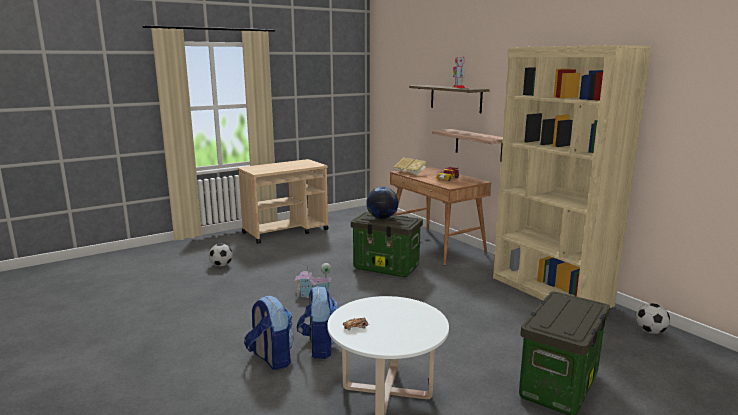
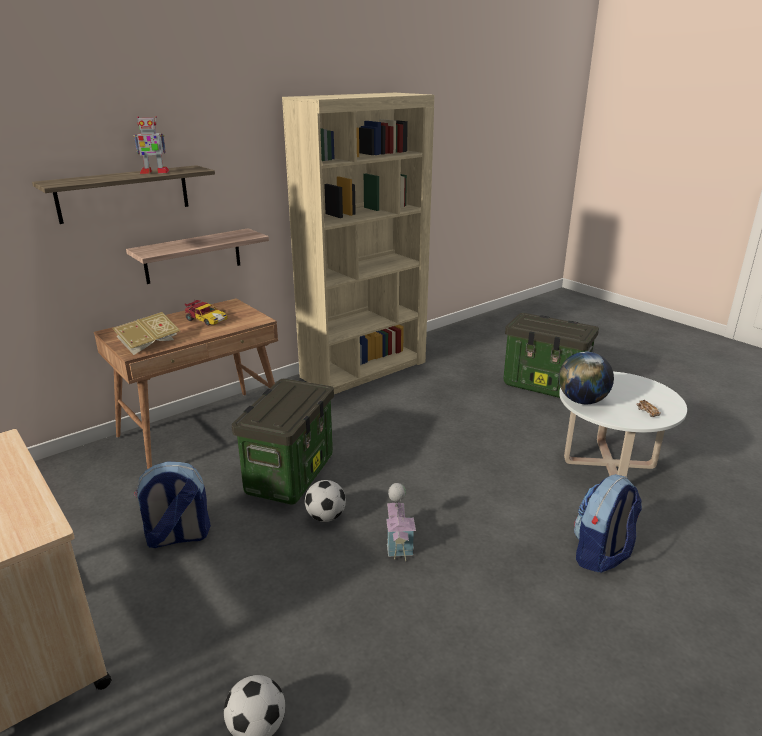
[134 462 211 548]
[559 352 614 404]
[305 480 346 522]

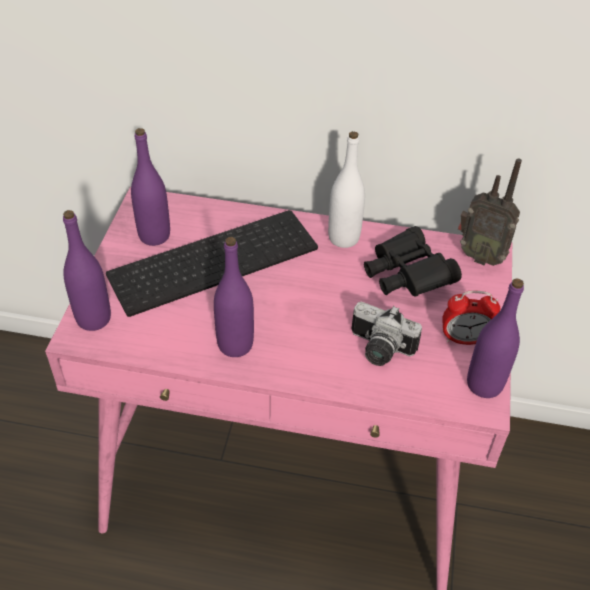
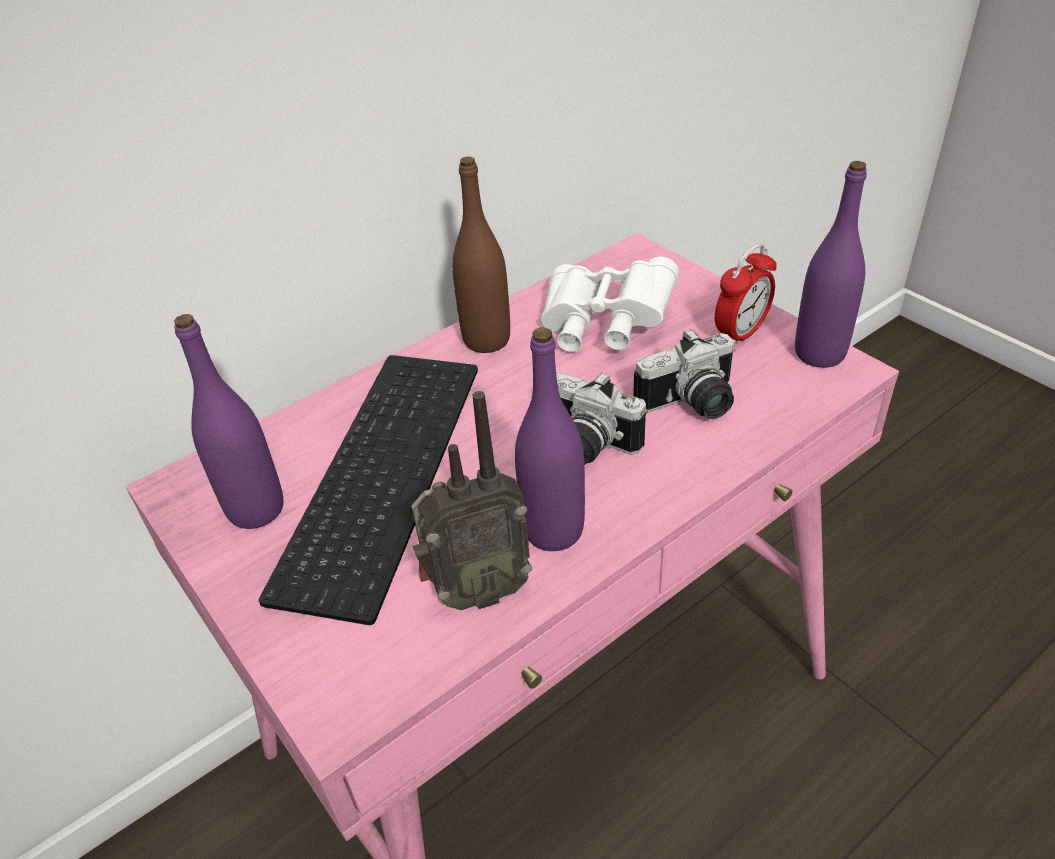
[63 210 111 331] (first image)
[452 156 510 353]
[540 257 679 352]
[411 391 532 610]
[556 371 646 465]

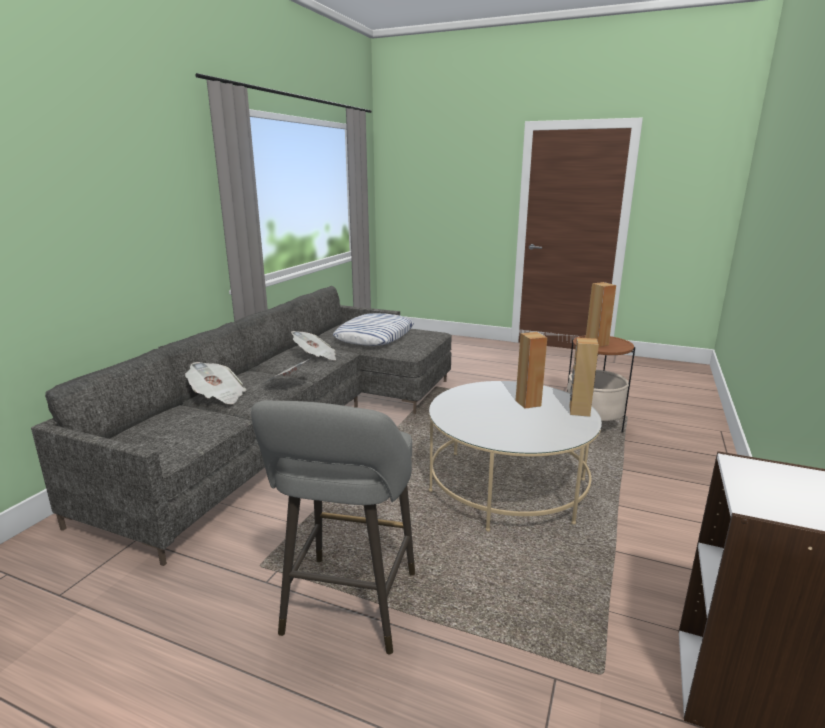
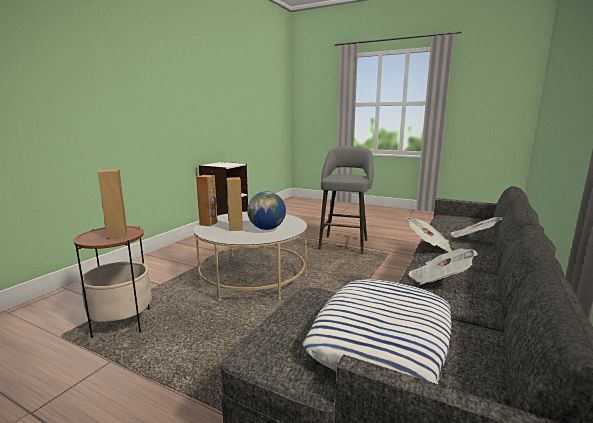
[247 191 286 230]

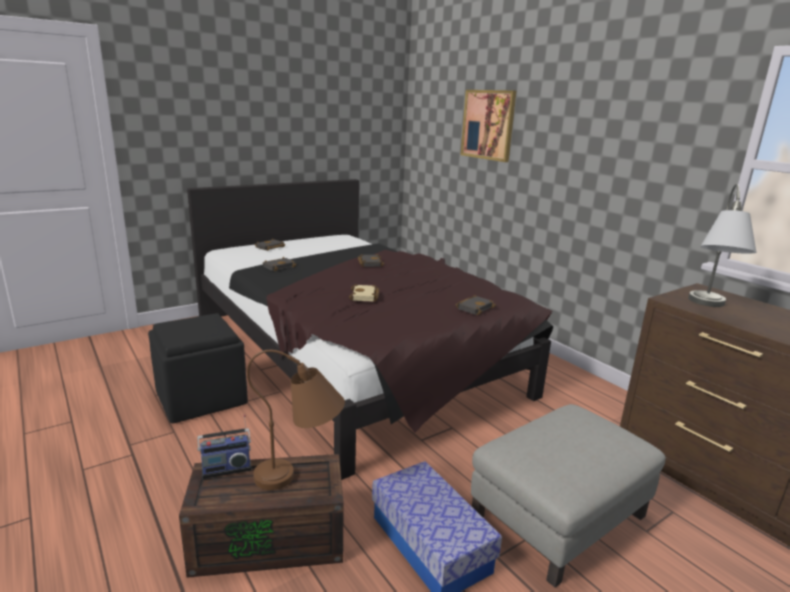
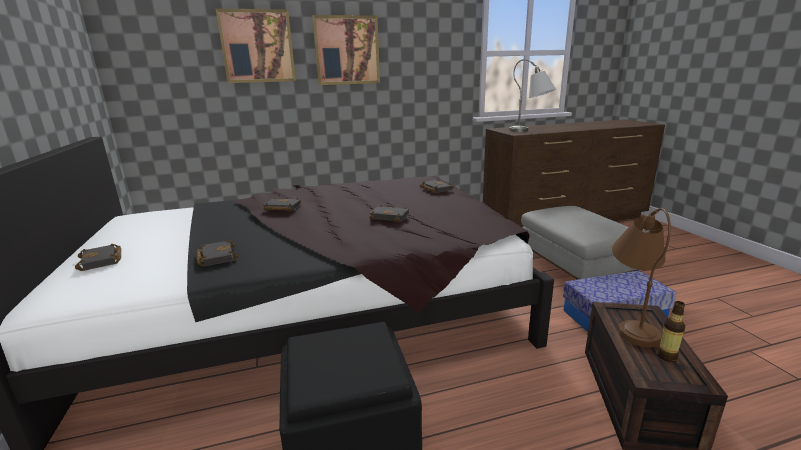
[197 414 251 479] (first image)
[369 205 409 222]
[312 15 380 85]
[657 301 685 362]

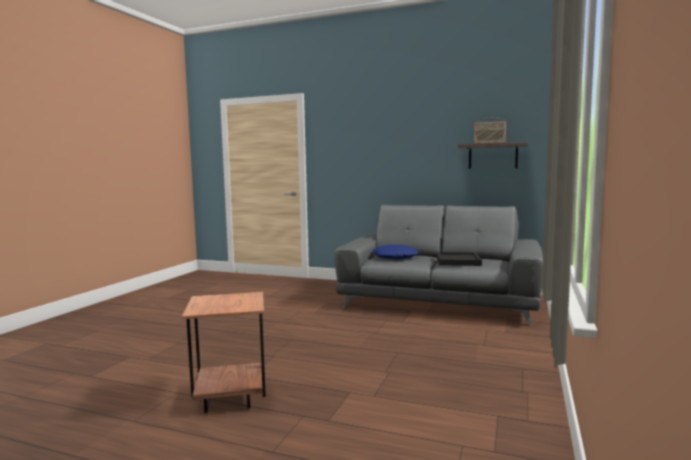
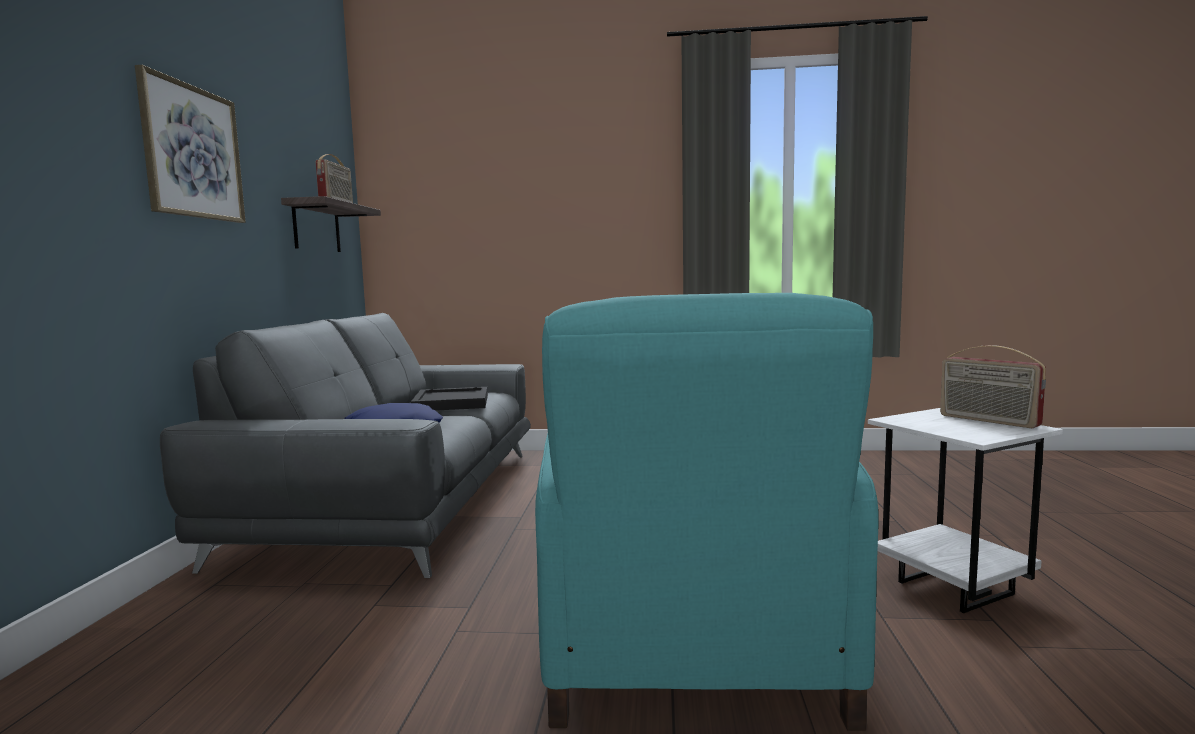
[868 408 1063 613]
[135 65 246 223]
[535 293 879 731]
[940 345 1046 428]

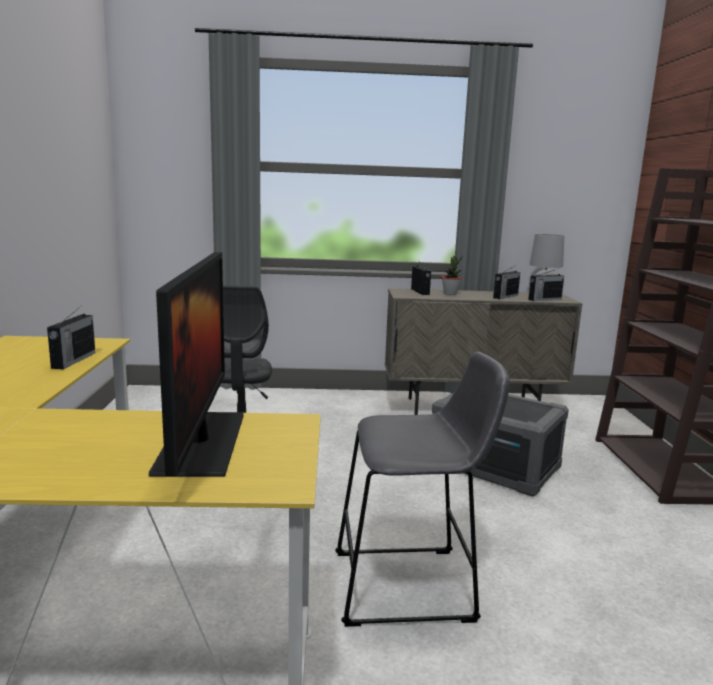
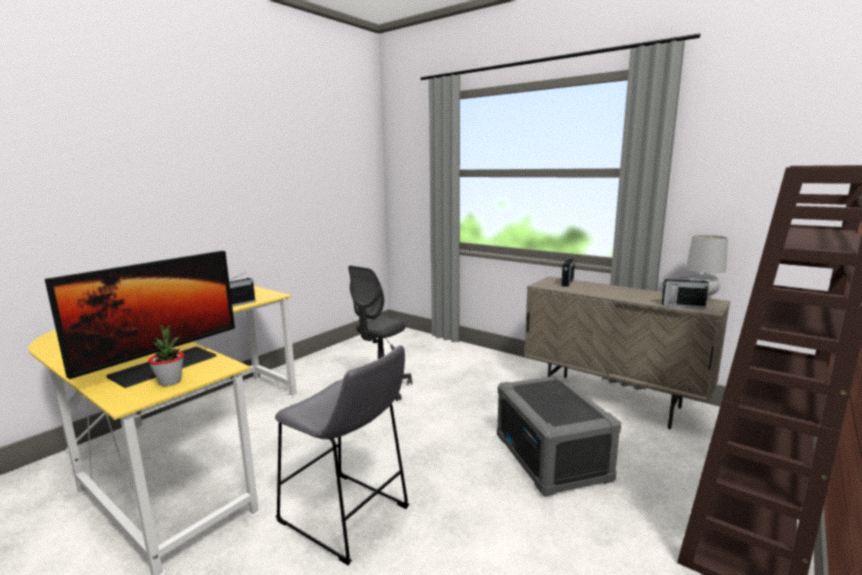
[148 325 184 386]
[493 265 520 299] (first image)

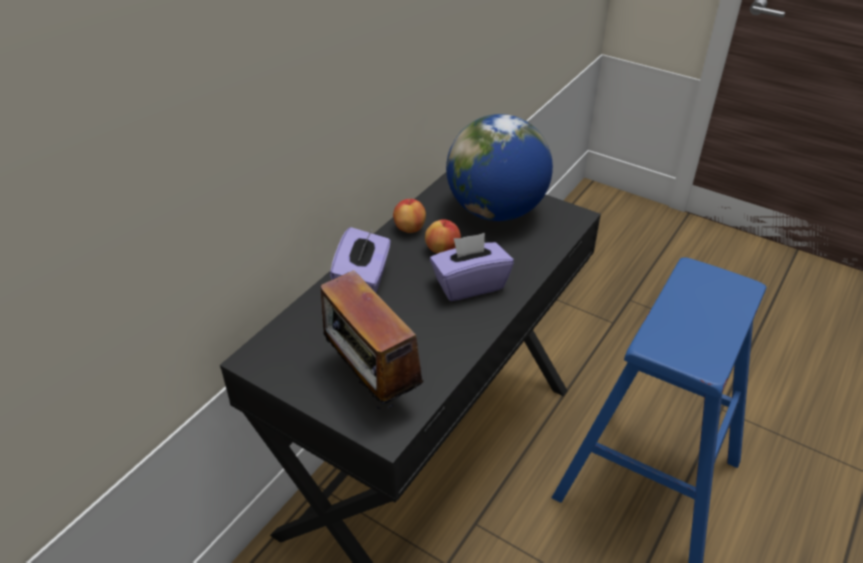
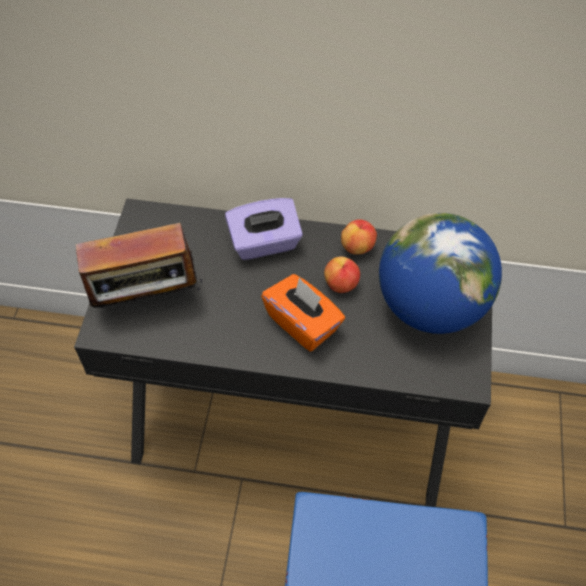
[75 223 202 308]
[261 274 345 351]

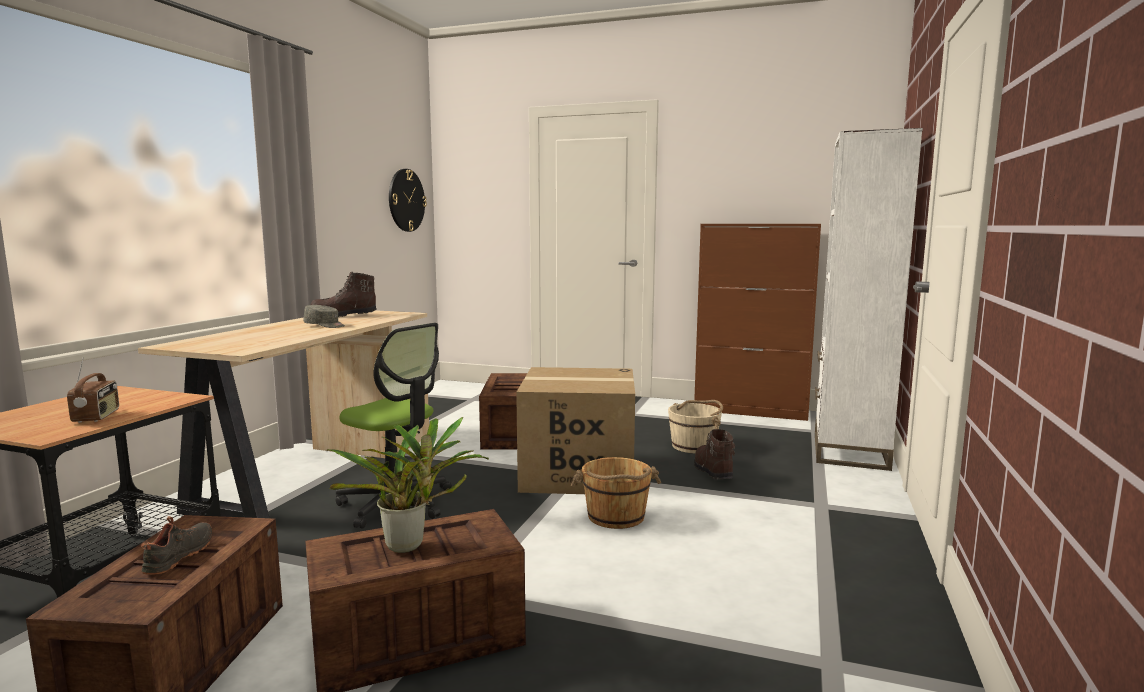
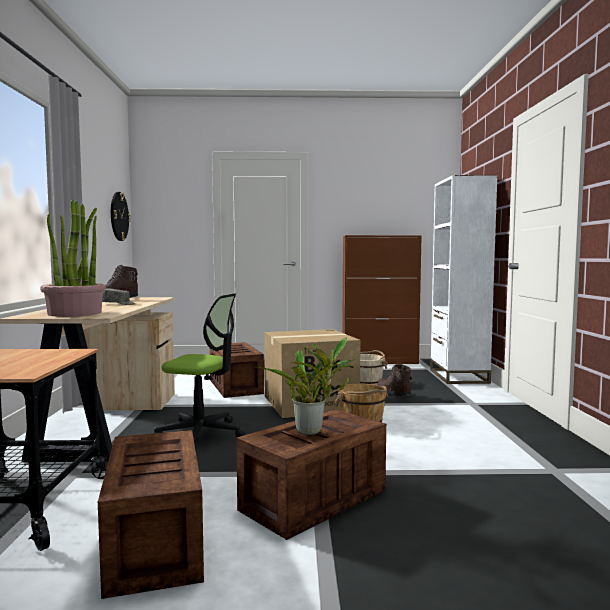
[67 357 119 423] (first image)
[141 516 212 575] (first image)
[40 200 106 317]

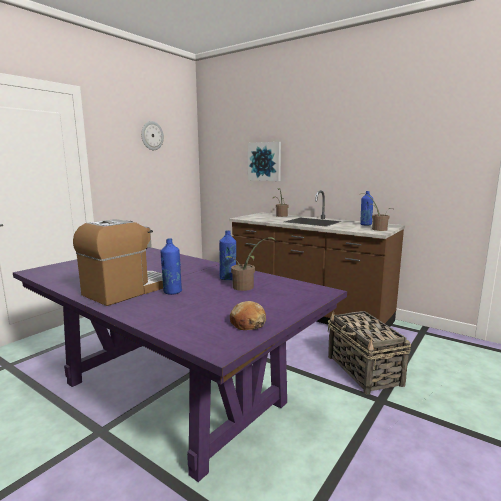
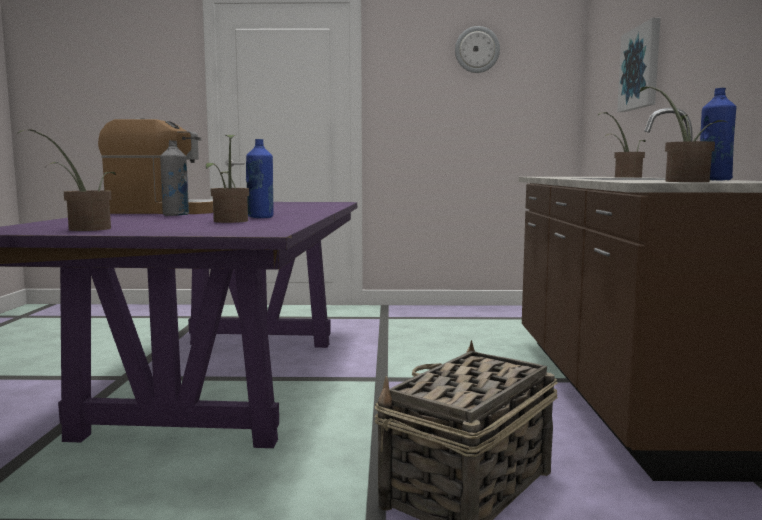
[160 140 189 216]
[17 130 116 231]

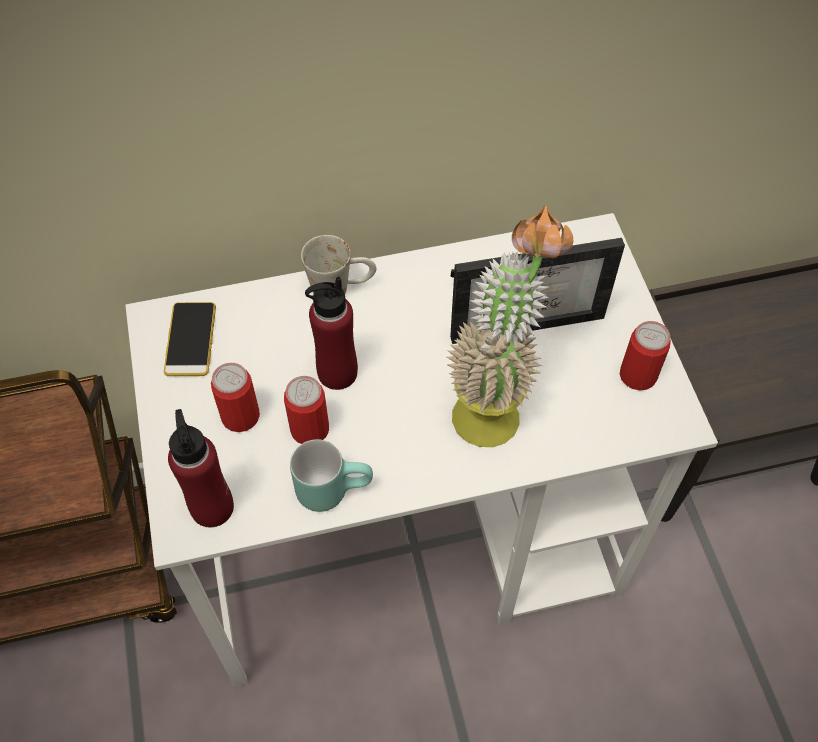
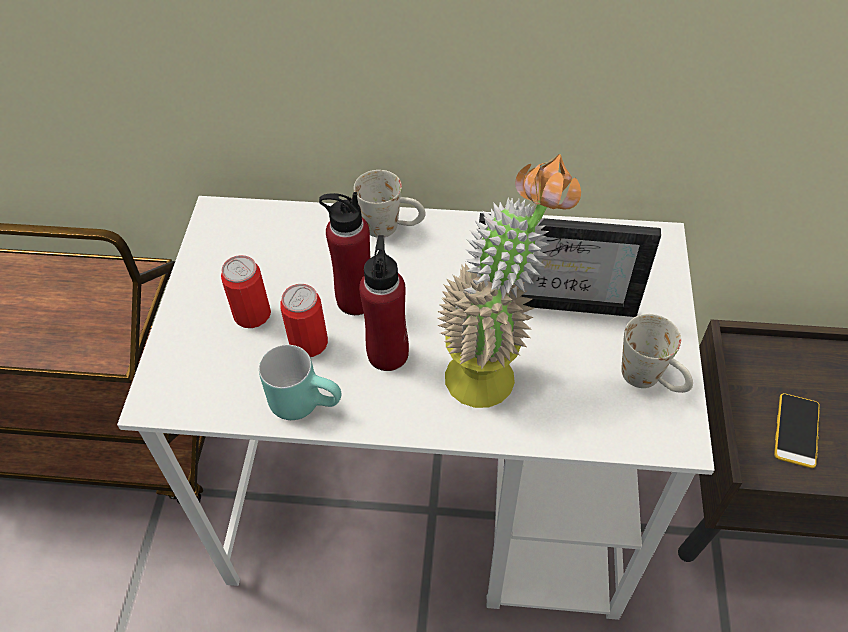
[774 393 820 468]
[359 235 409 371]
[621 314 693 393]

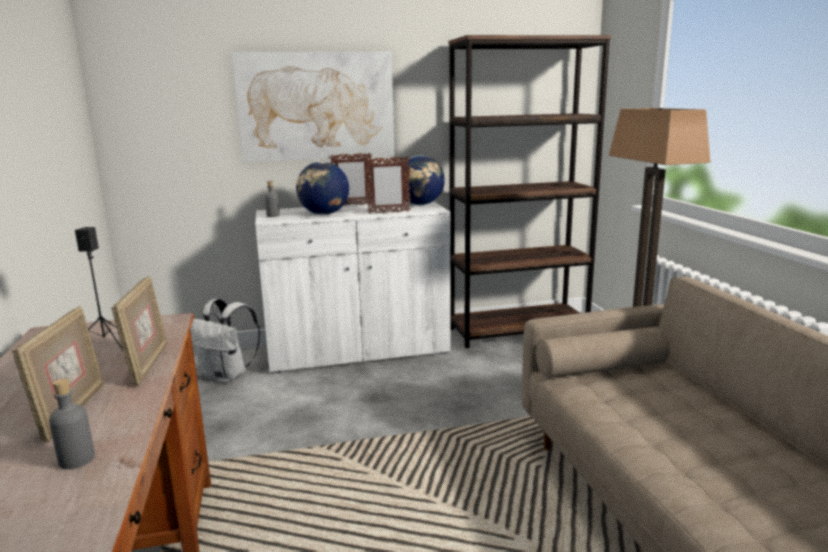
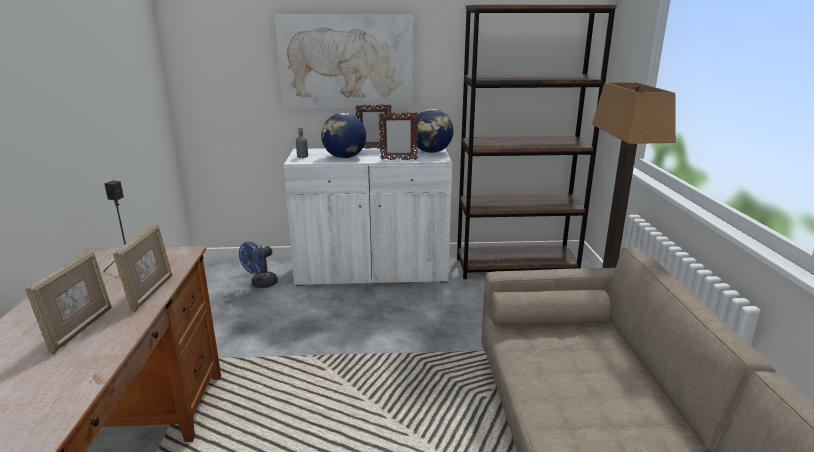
[49 378 95 469] (first image)
[239 242 278 288]

